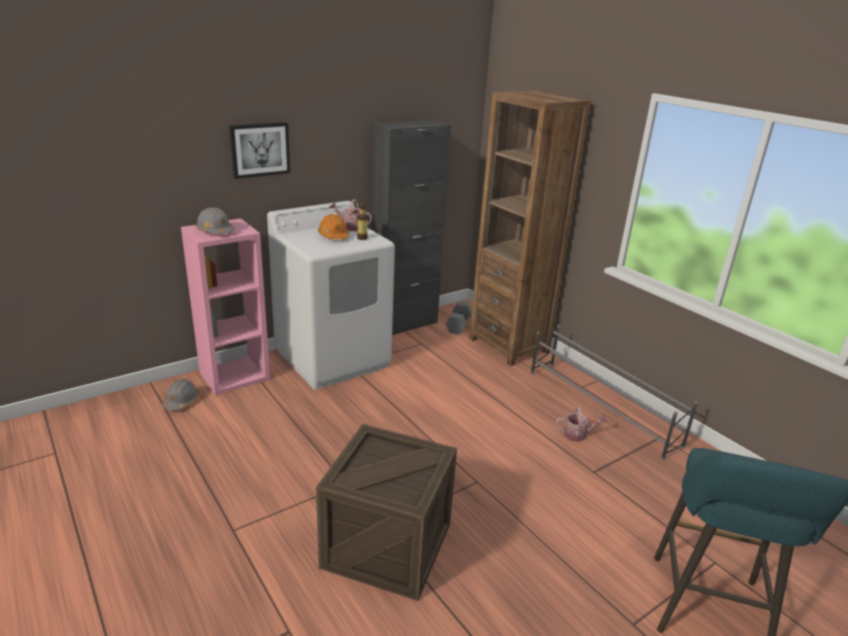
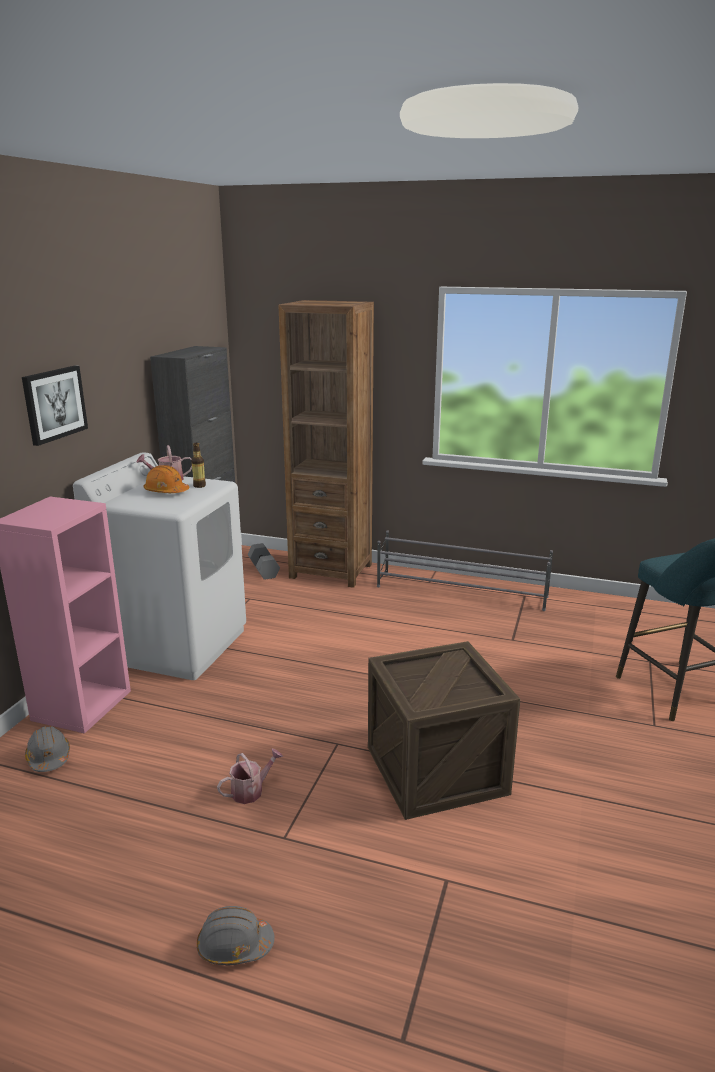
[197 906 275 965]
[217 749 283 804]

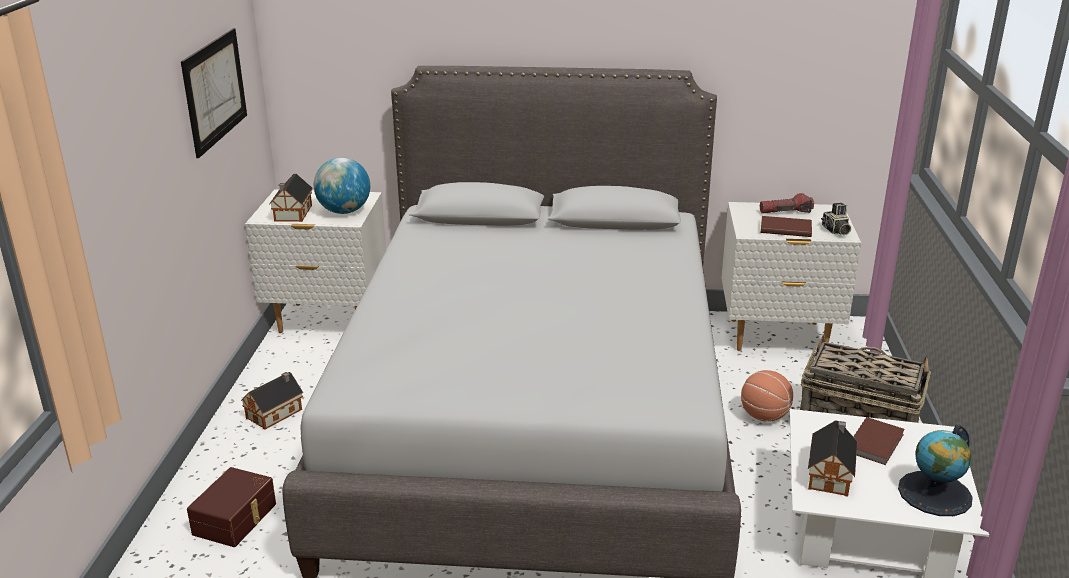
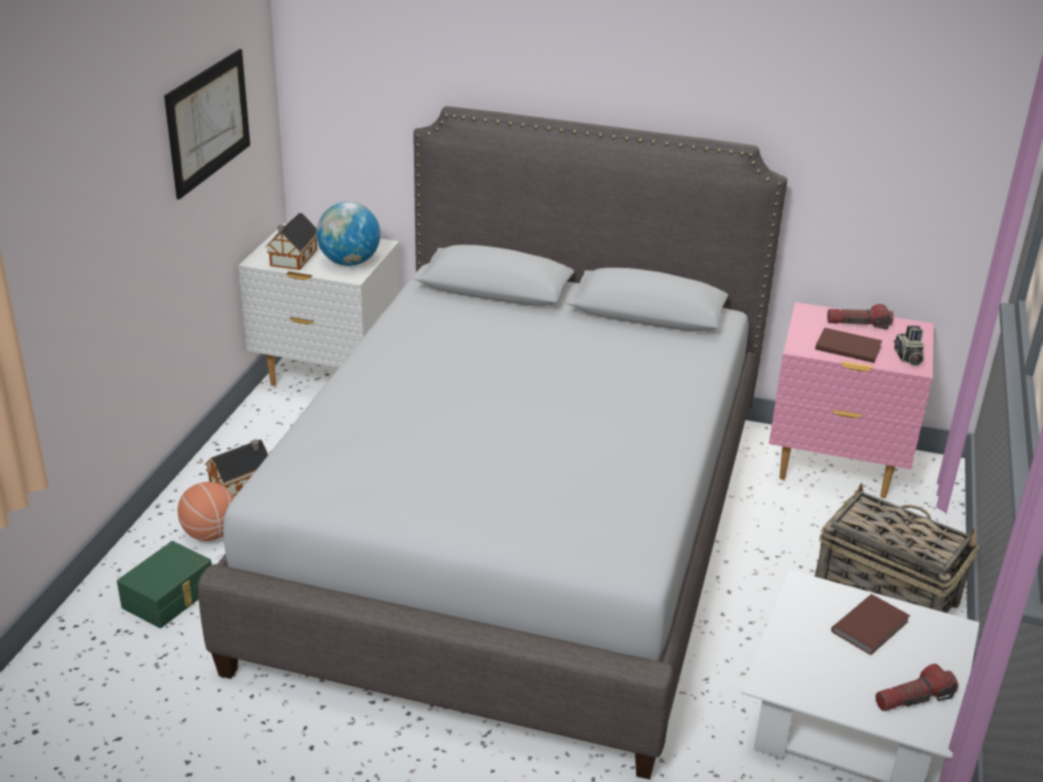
[117 541 212 628]
[769 302 934 498]
[177 482 234 541]
[808 420 857 497] (first image)
[875 664 959 711]

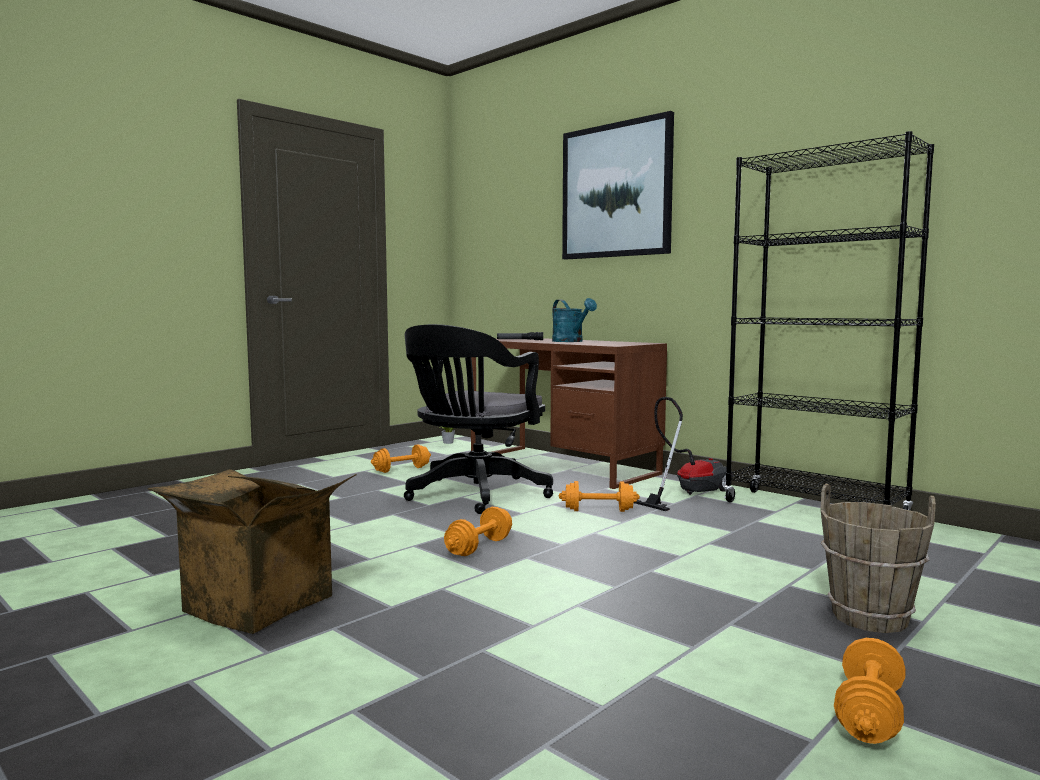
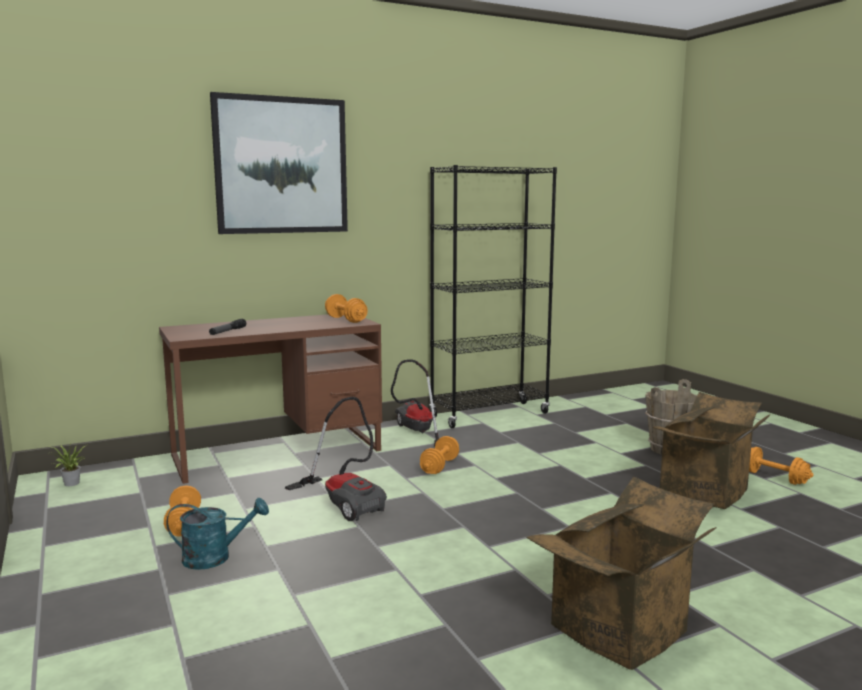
[285 397 387 521]
[325 294 368 323]
[166 498 269 570]
[653 392 770 509]

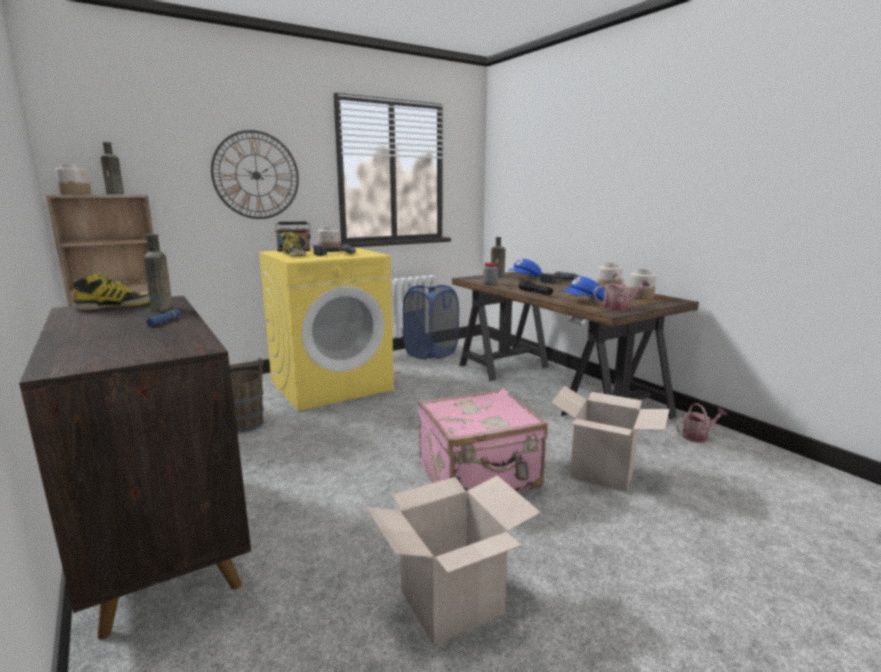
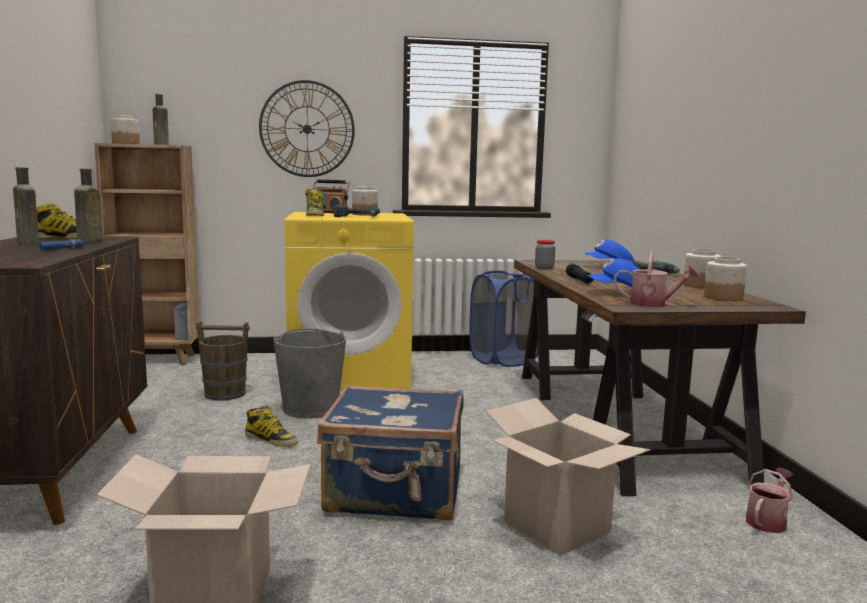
[317 385 464 520]
[13 167 39 245]
[746 468 793 533]
[245 406 298 447]
[273 328 346 419]

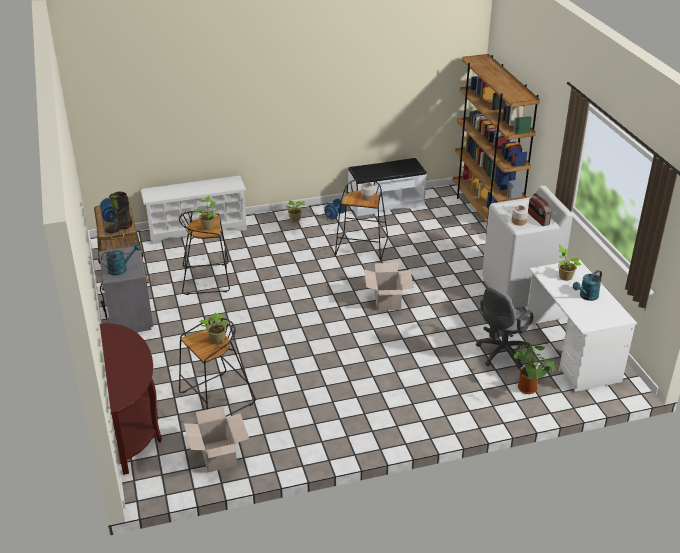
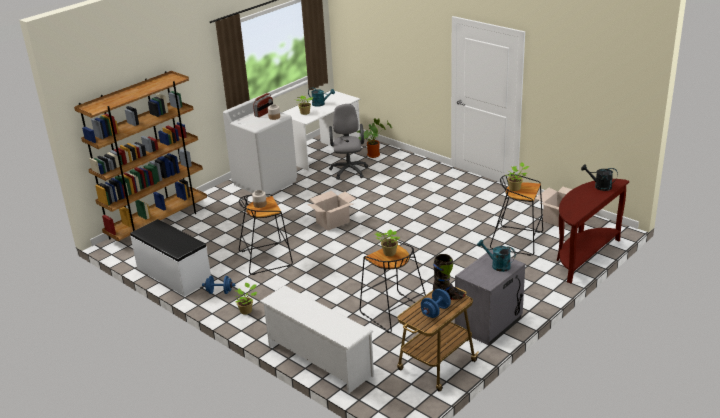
[329 104 368 180]
[581 164 618 191]

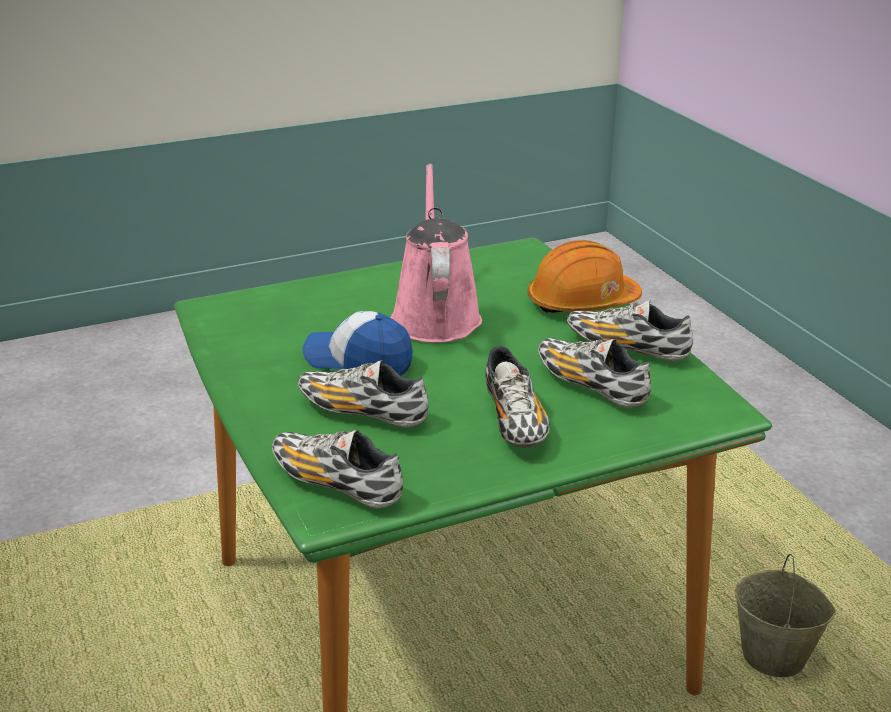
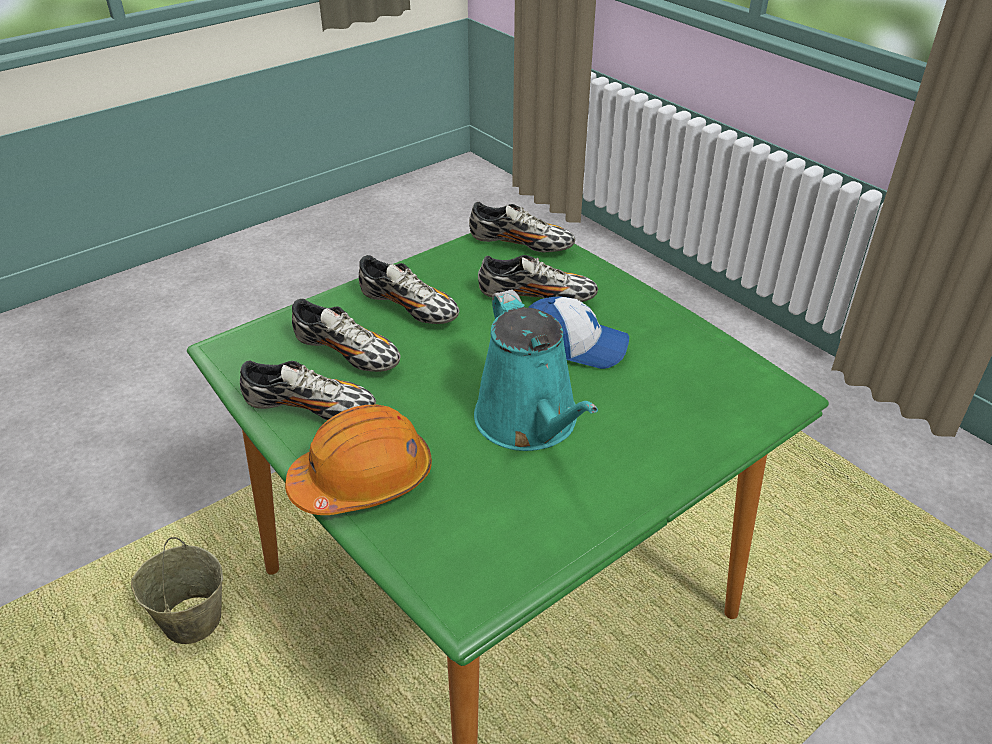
[474 290 598 451]
[359 255 459 324]

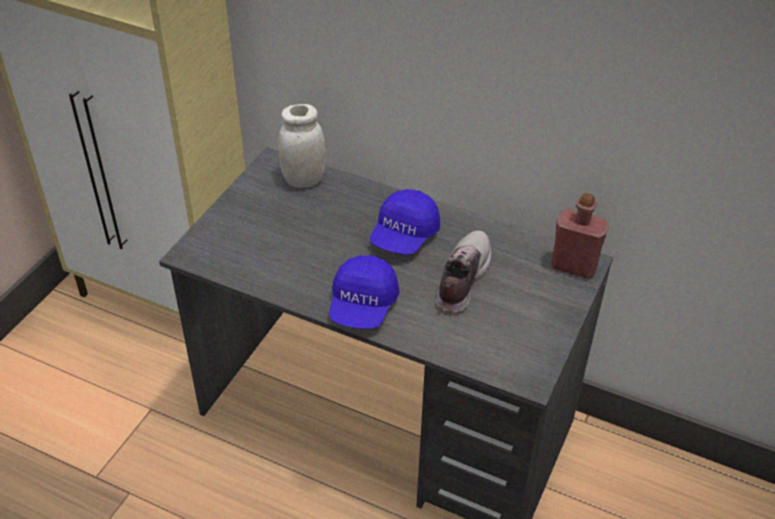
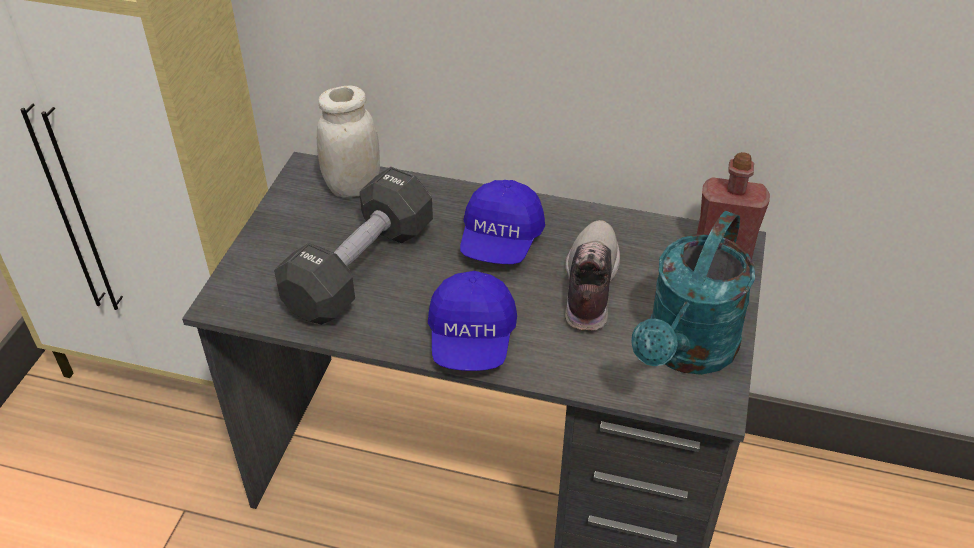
[274 167 433 325]
[631 211 755 375]

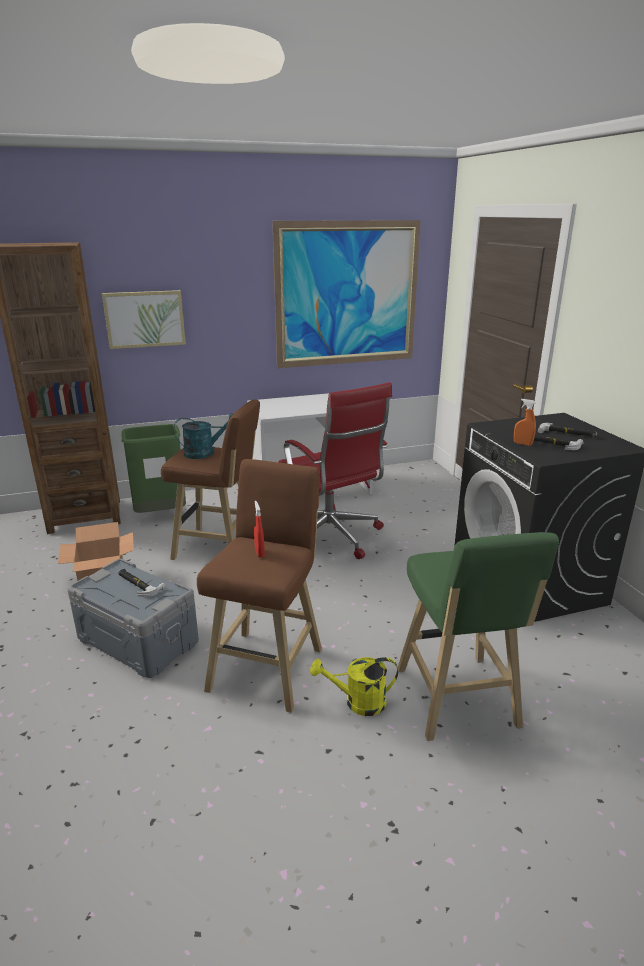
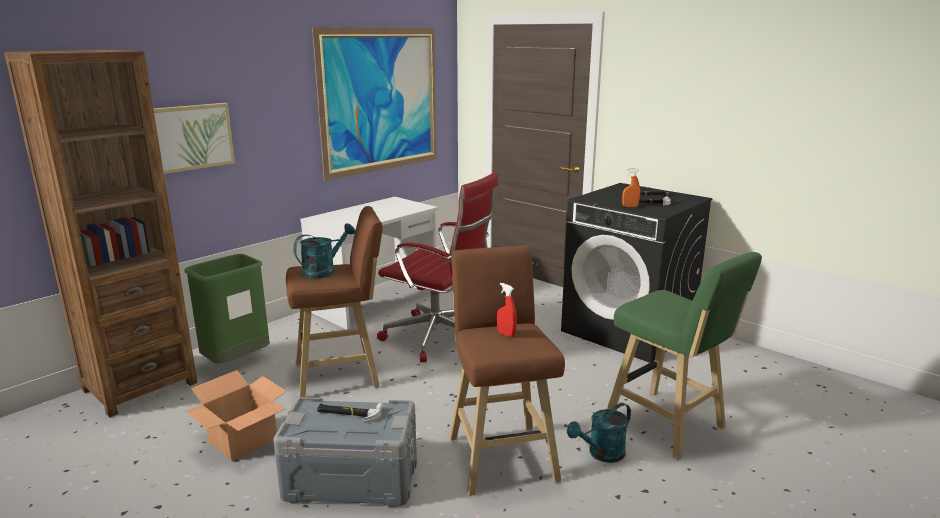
[567 403 631 463]

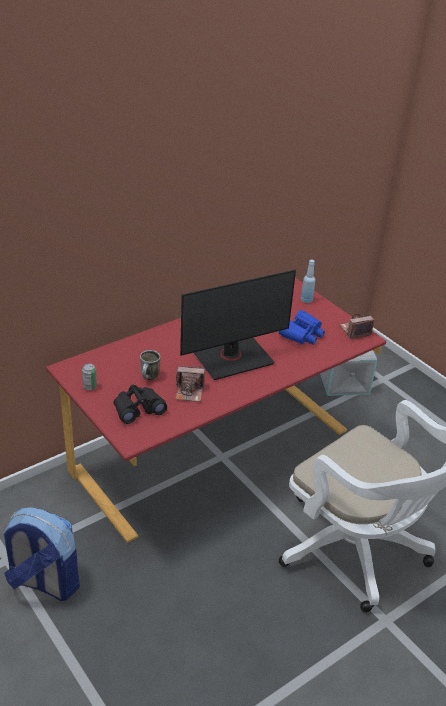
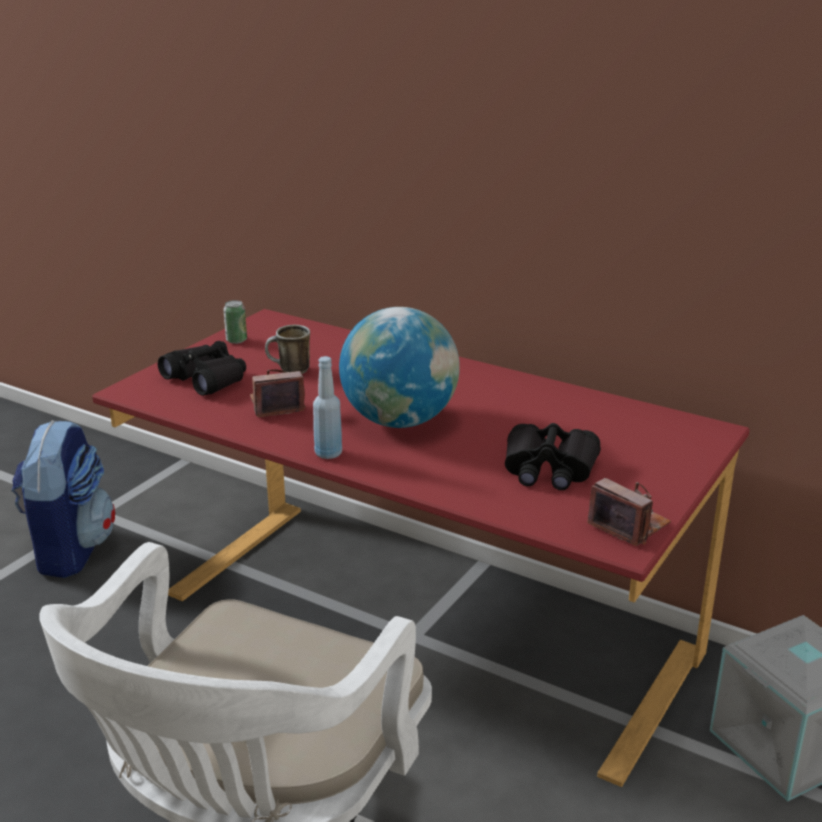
[250 370 306 417]
[339 307 460 428]
[505 423 601 490]
[313 356 342 459]

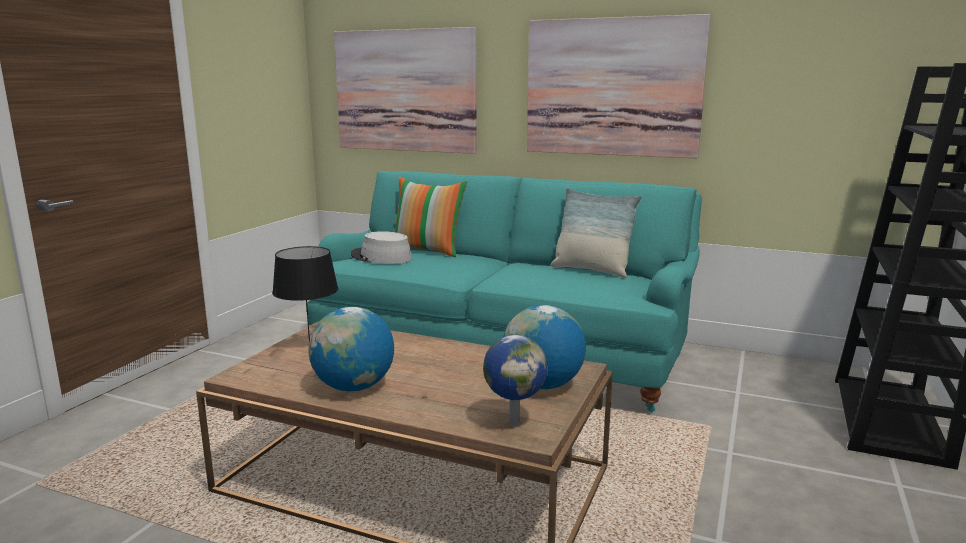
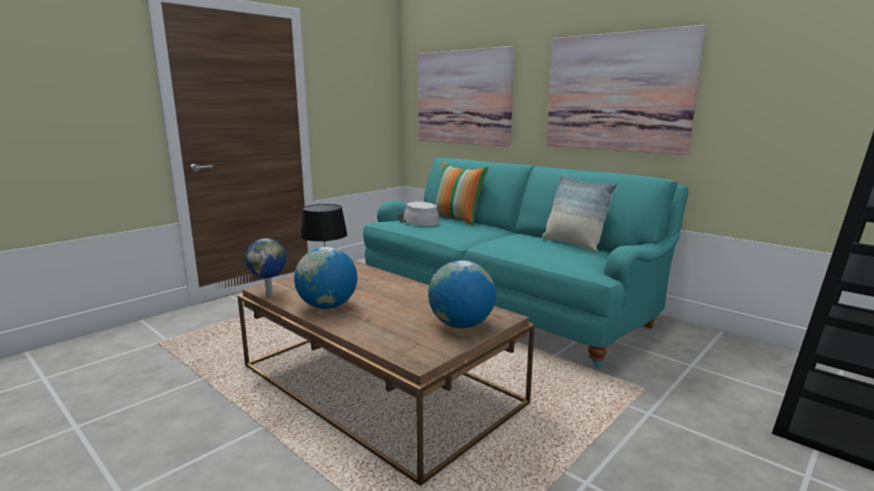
[245 238 287 296]

